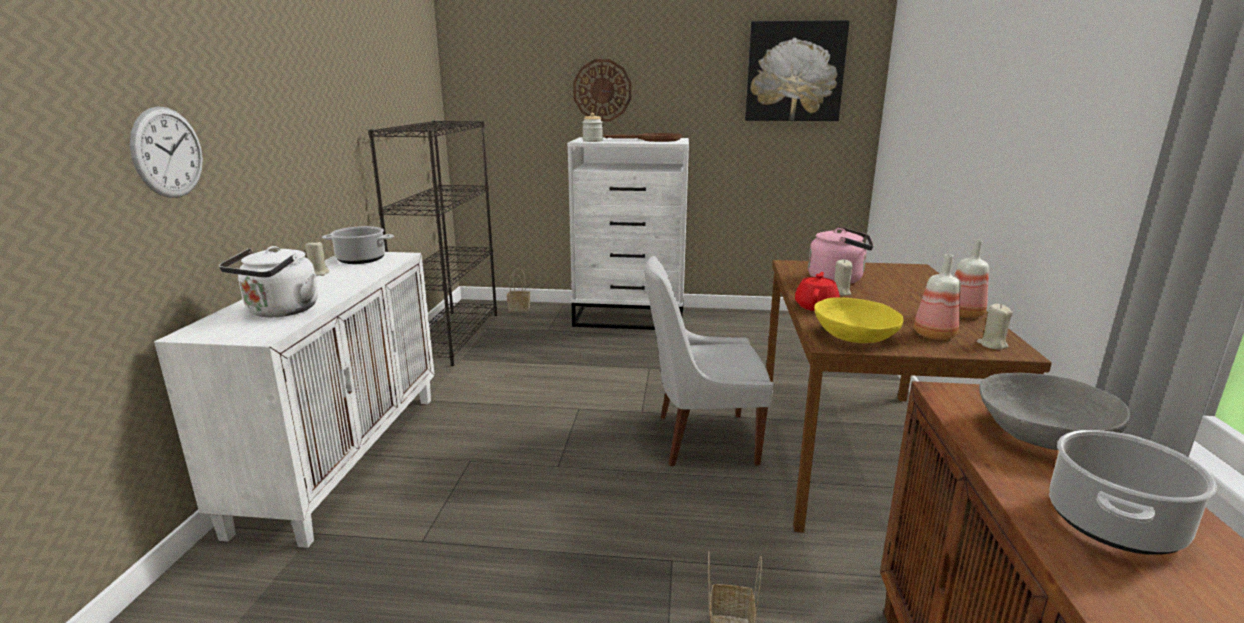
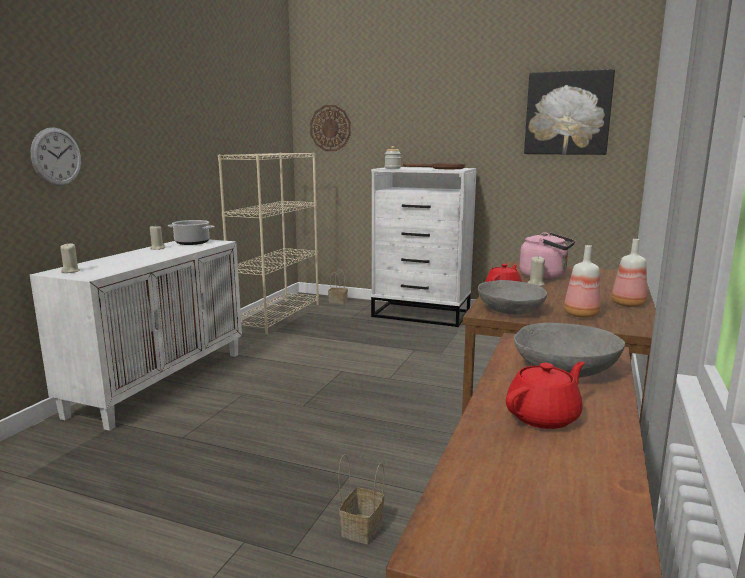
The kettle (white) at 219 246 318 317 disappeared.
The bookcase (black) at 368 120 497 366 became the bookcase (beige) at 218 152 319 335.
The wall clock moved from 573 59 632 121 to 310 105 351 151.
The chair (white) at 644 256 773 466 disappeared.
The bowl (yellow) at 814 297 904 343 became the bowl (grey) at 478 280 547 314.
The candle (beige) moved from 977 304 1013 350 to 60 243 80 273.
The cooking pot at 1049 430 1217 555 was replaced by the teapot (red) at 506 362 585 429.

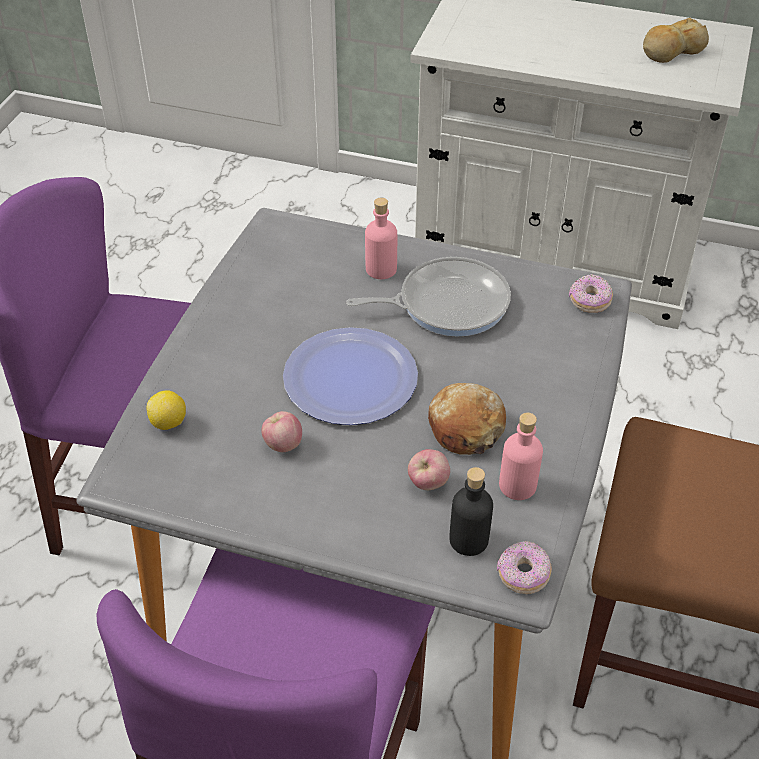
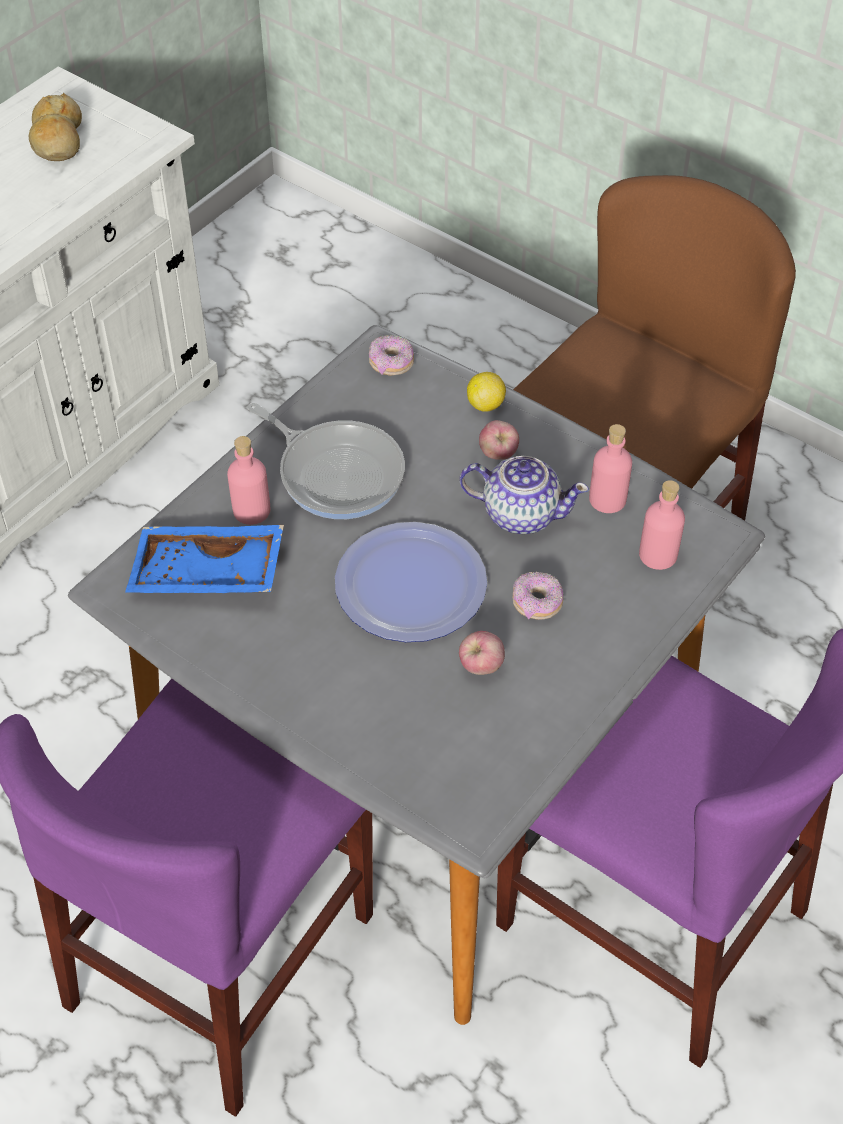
The lemon moved from 146 390 186 430 to 467 372 506 412.
The frying pan at 346 257 511 337 turned 120 degrees clockwise.
The apple moved from 408 449 450 490 to 479 420 519 460.
The bread at 428 383 506 455 was replaced by the teapot at 460 456 589 534.
The bottle (black) at 449 467 493 556 became the bottle (pink) at 639 480 685 570.
The donut moved from 497 541 552 594 to 512 572 563 620.
The tray (blue) at 125 525 284 593 appeared.

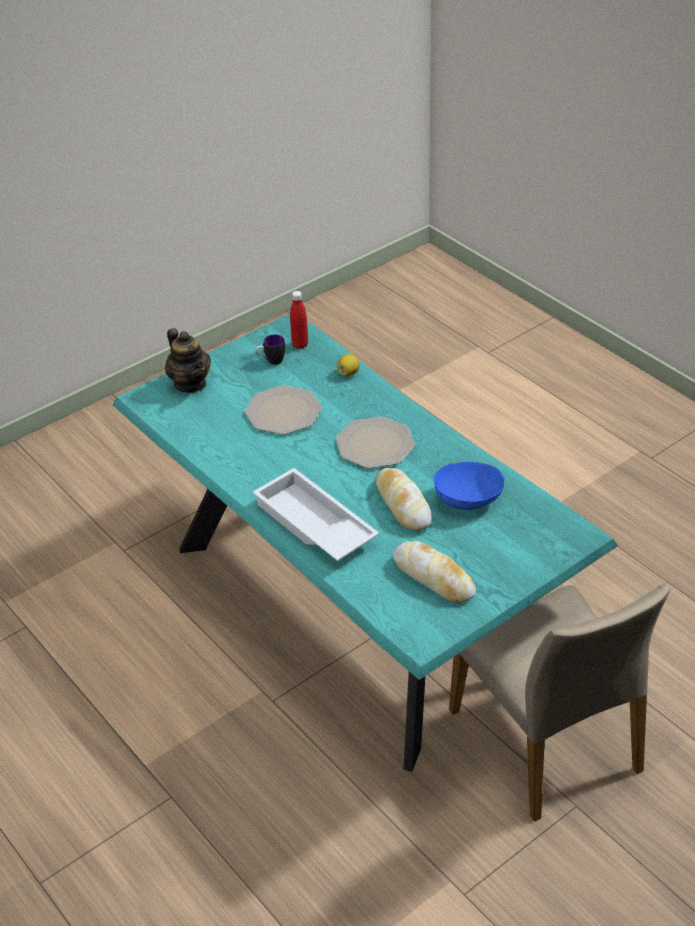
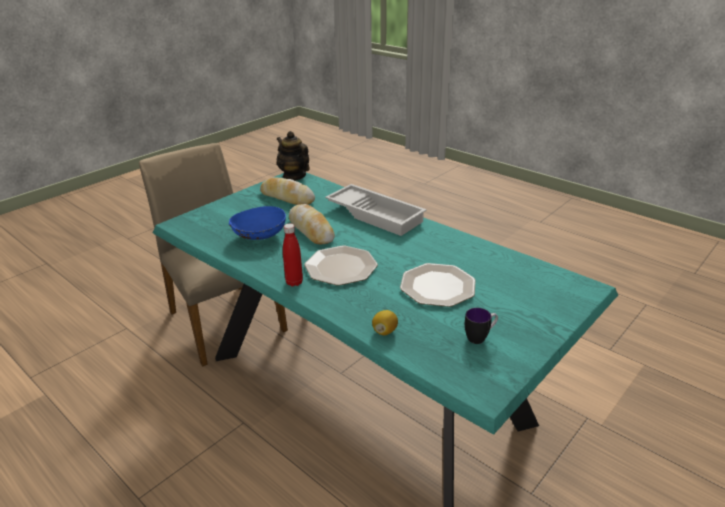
The teapot moved from 165 328 211 393 to 277 131 310 181.
The bottle (red) moved from 290 291 308 349 to 283 224 303 287.

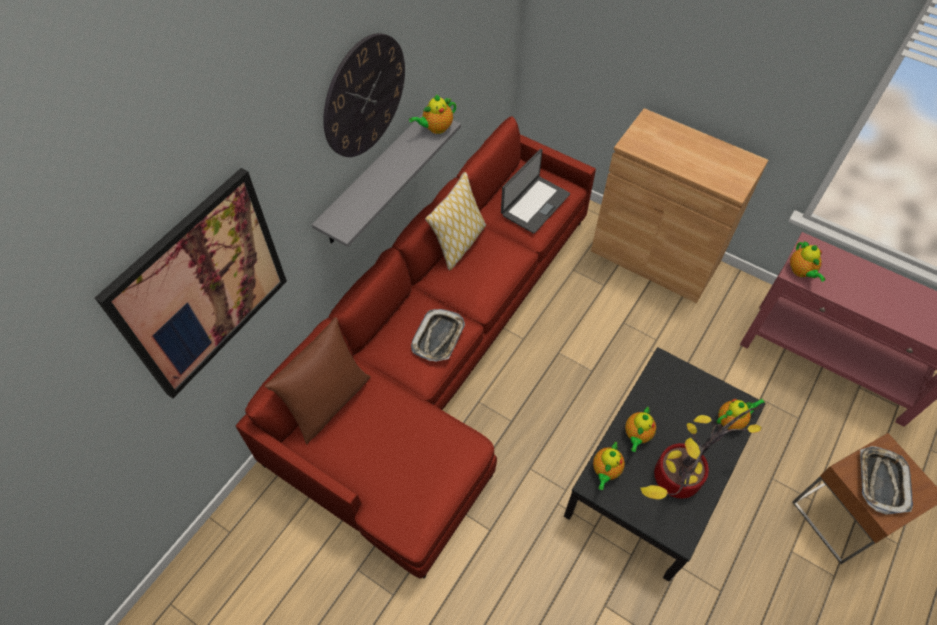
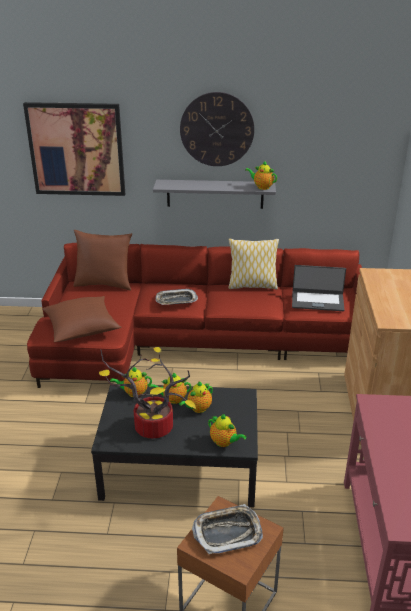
The teapot moved from 790 241 825 281 to 179 381 213 413.
The pillow (brown) at 42 296 122 342 appeared.

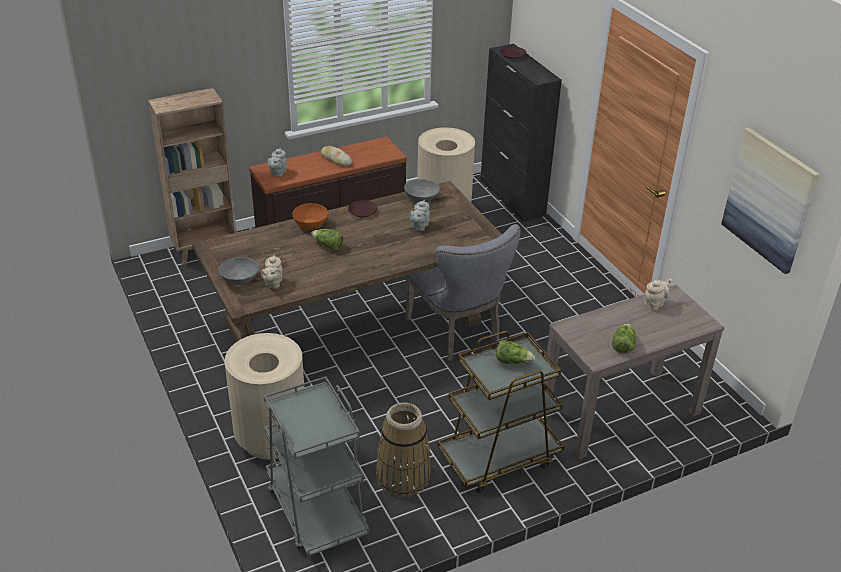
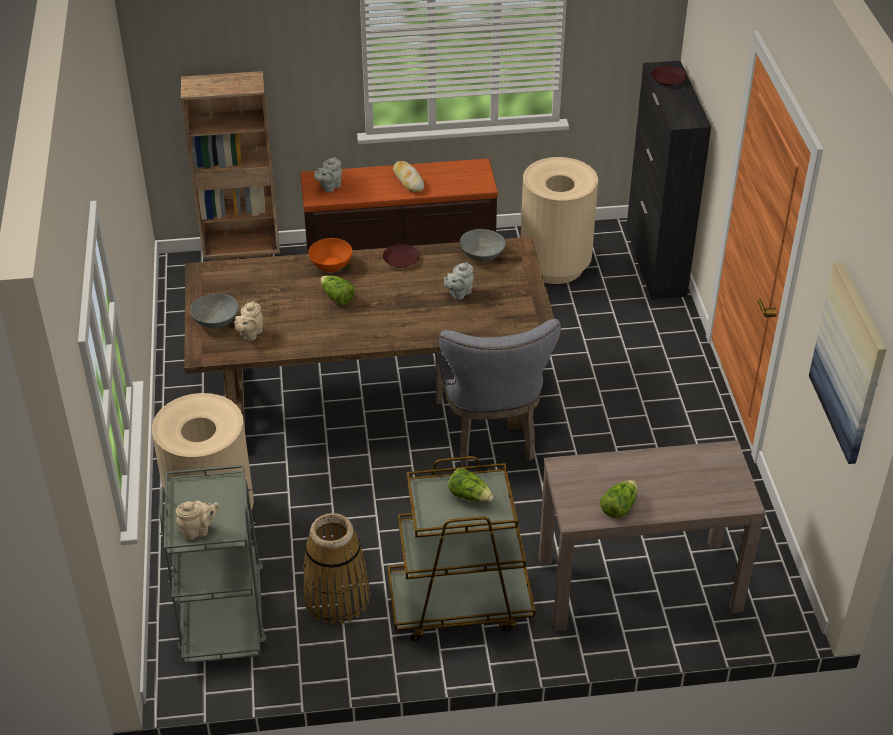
The teapot (beige) moved from 644 279 672 310 to 176 501 220 540.

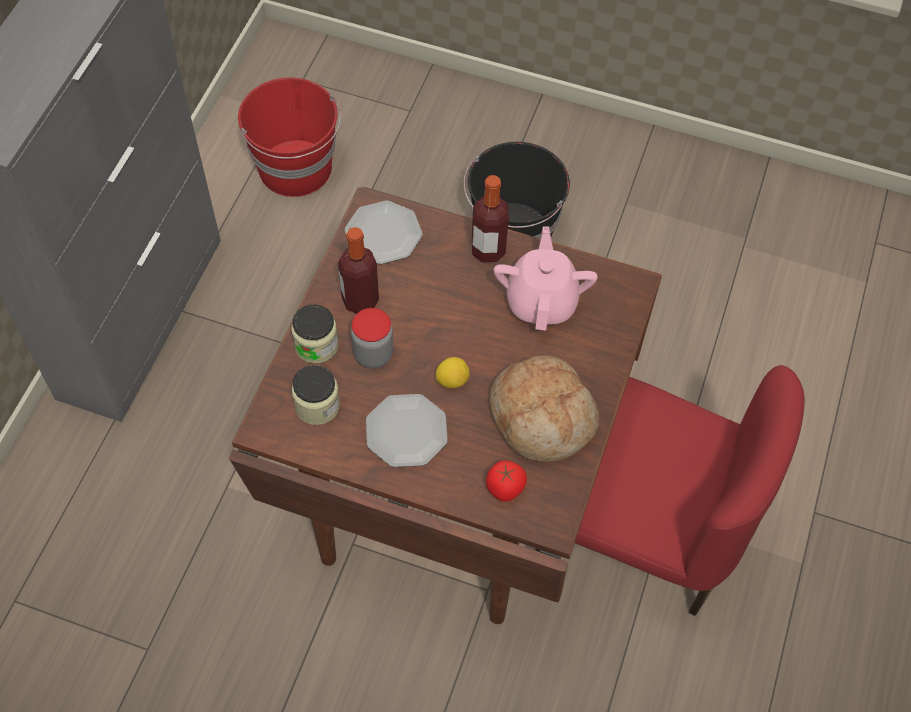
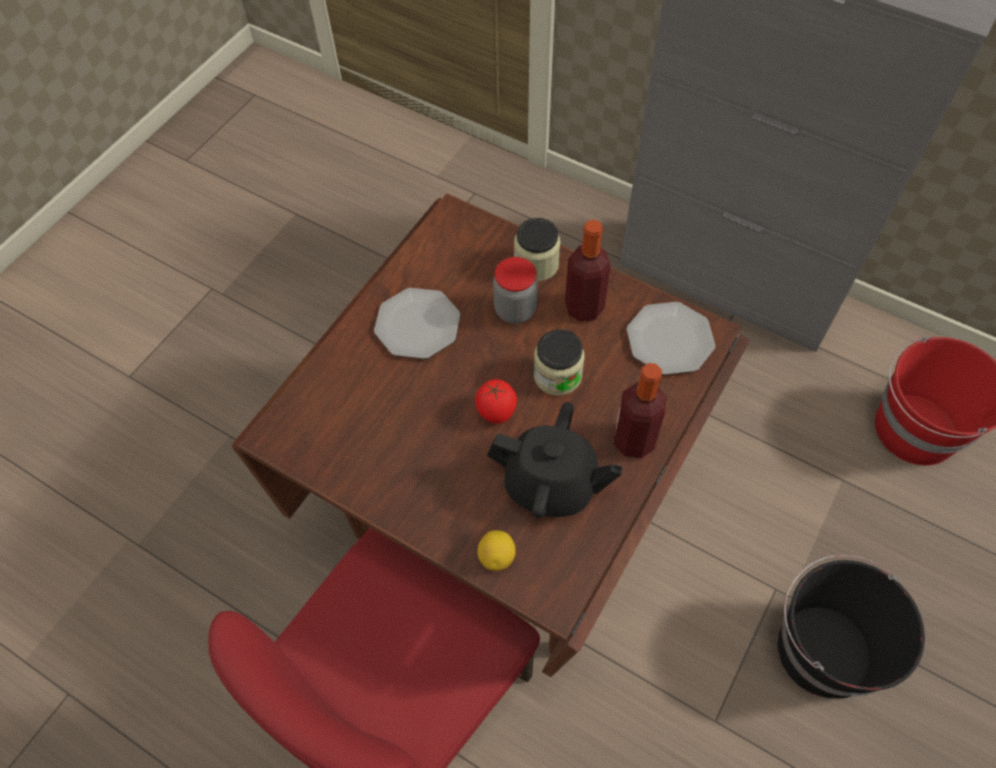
The jar moved from 292 365 340 425 to 534 329 585 396.
The lemon moved from 436 357 470 388 to 477 530 516 571.
The tomato moved from 486 460 527 502 to 476 379 517 424.
The bread at 489 356 599 462 disappeared.
The teapot (pink) at 494 226 598 330 became the teapot (black) at 487 402 623 518.

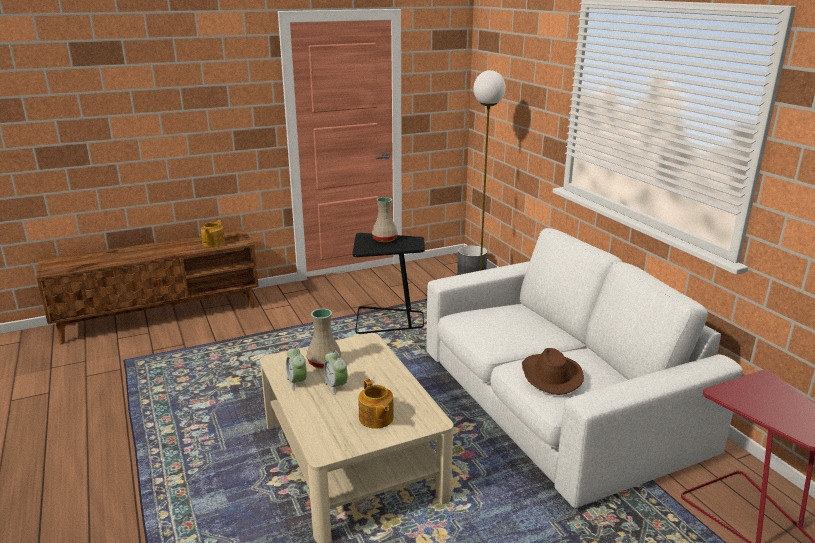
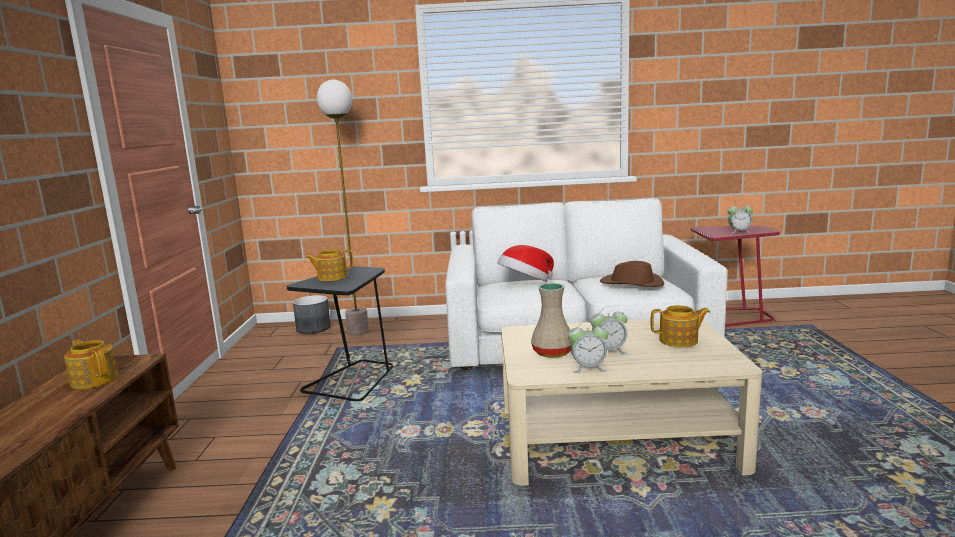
The vase (beige) at 372 197 398 242 was replaced by the teapot at 305 249 354 281.
The hat at 498 245 554 282 appeared.
The alarm clock at 727 202 753 233 appeared.

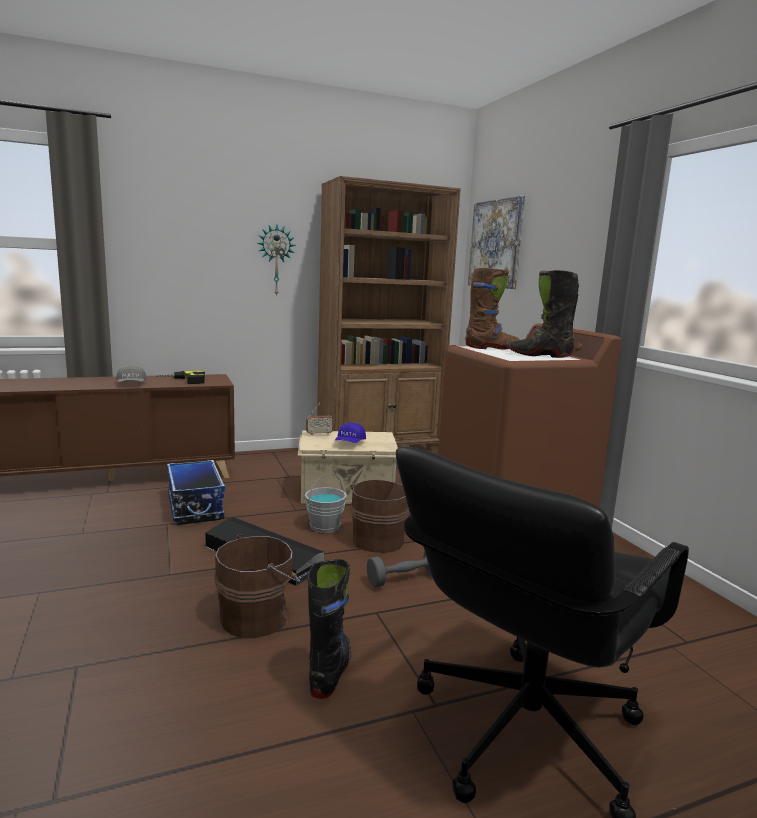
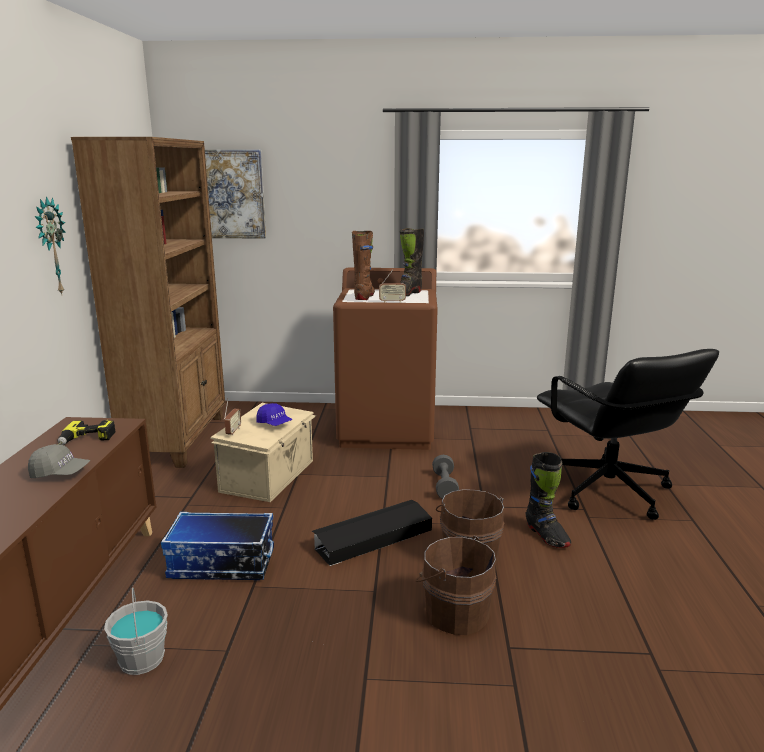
The bucket (grey) moved from 305 474 347 533 to 104 587 168 675.
The boot (black) at 308 559 352 699 turned 150 degrees counterclockwise.
The bucket (brown) moved from 350 480 409 553 to 416 536 496 635.
The radio at 379 270 406 303 appeared.

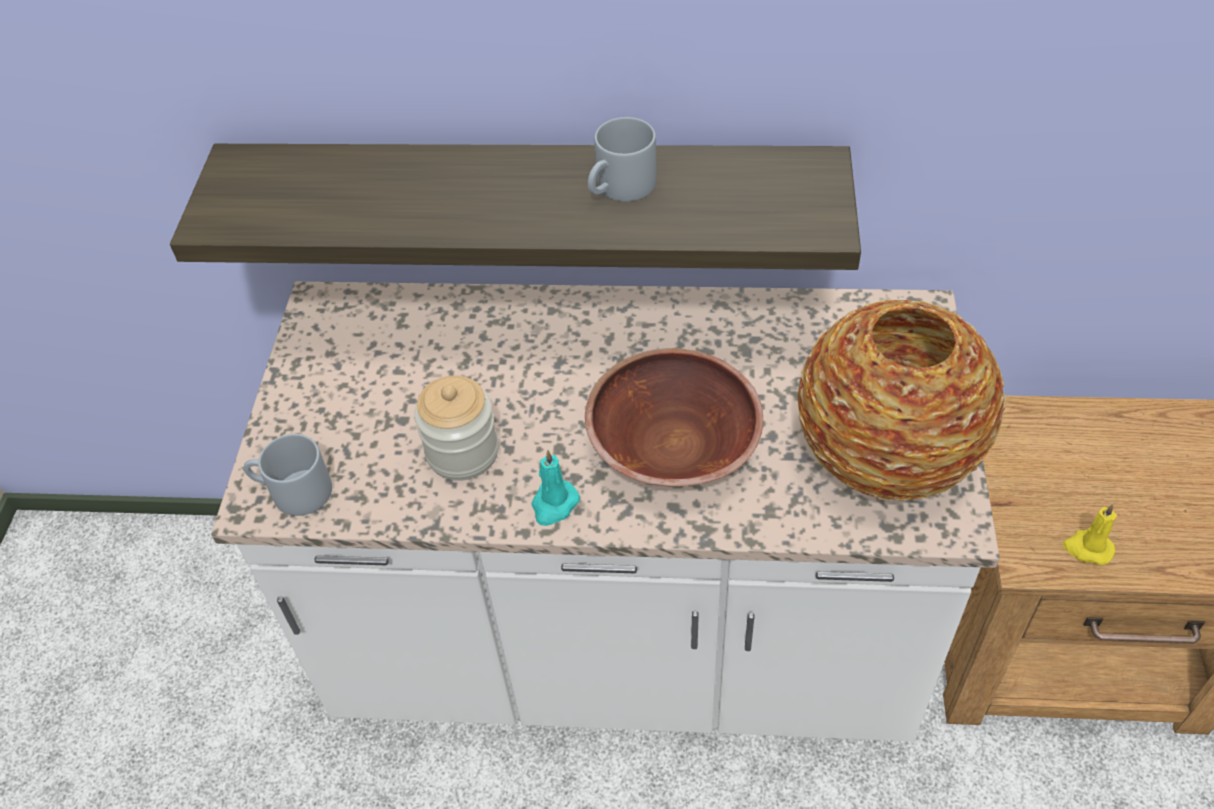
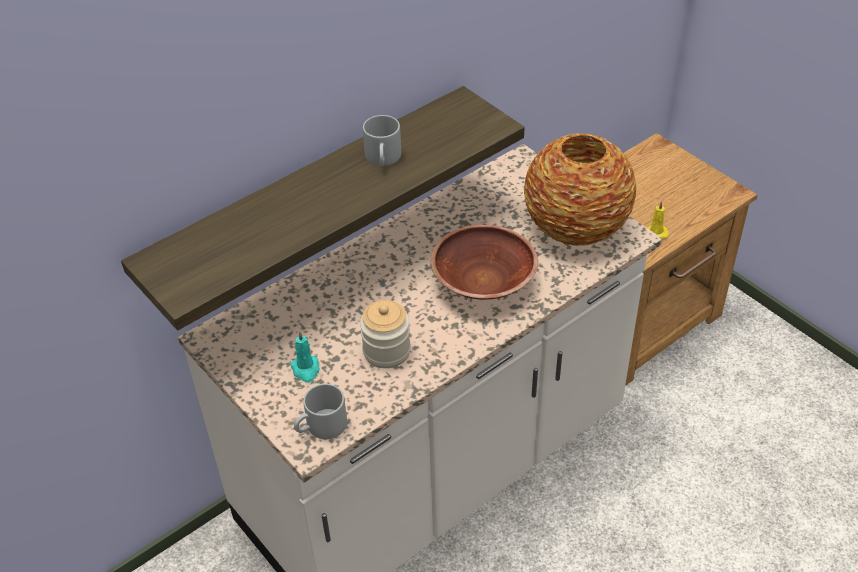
The candle (turquoise) moved from 531 450 580 526 to 290 331 319 382.

